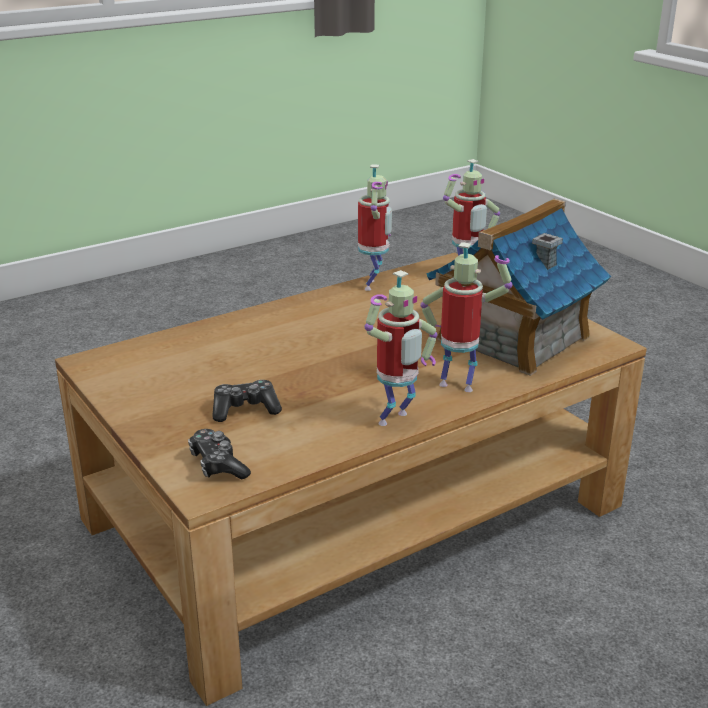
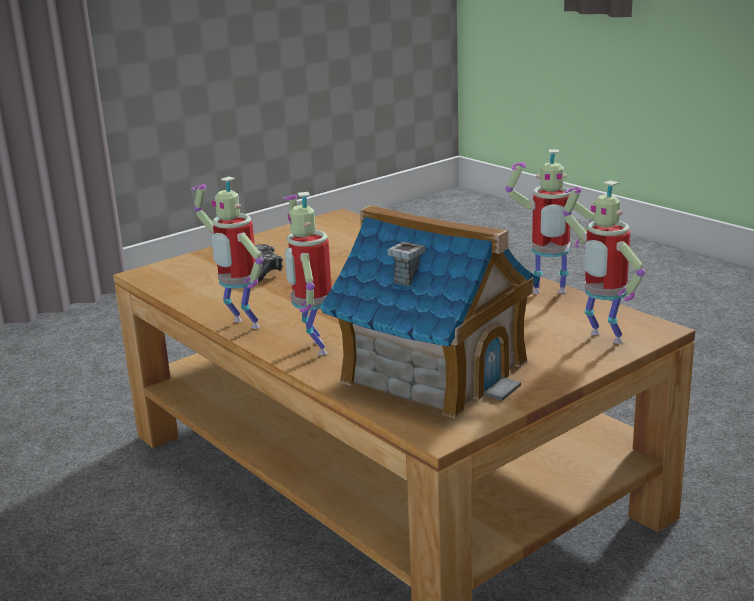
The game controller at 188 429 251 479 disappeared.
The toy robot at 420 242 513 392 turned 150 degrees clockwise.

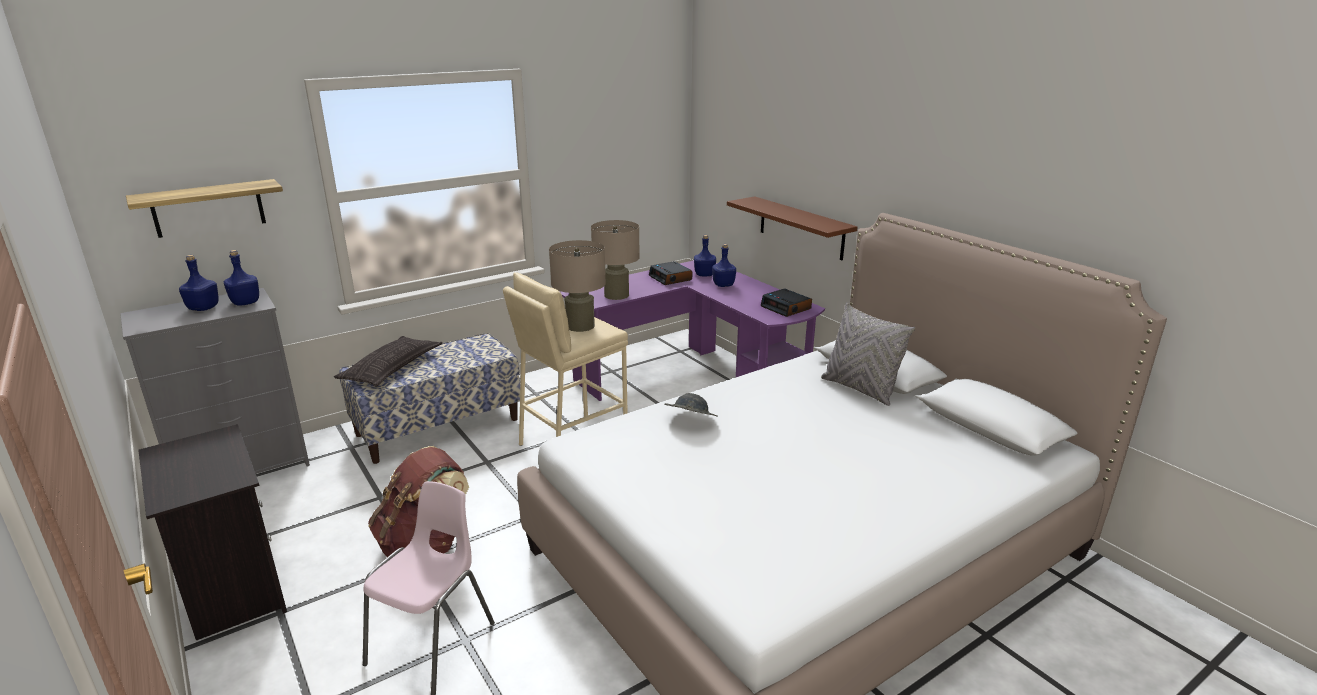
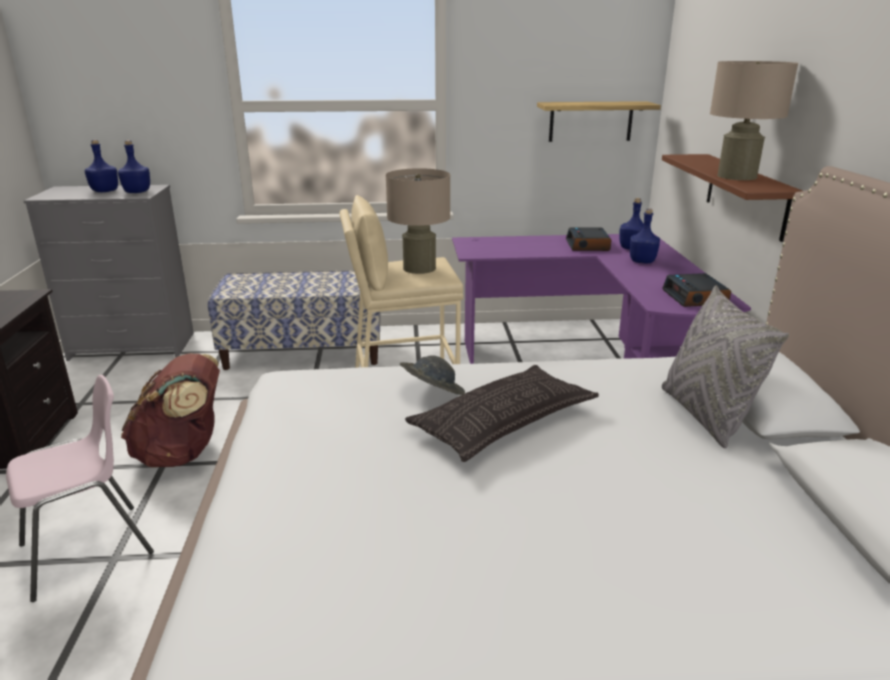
The shelf moved from 126 179 283 238 to 537 101 661 142.
The pillow moved from 334 336 442 387 to 405 365 599 462.
The table lamp (beige) moved from 591 220 640 300 to 710 61 798 180.

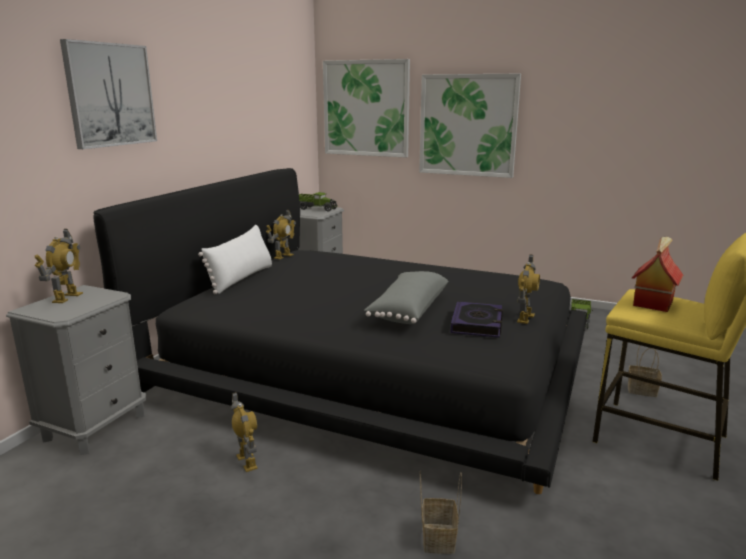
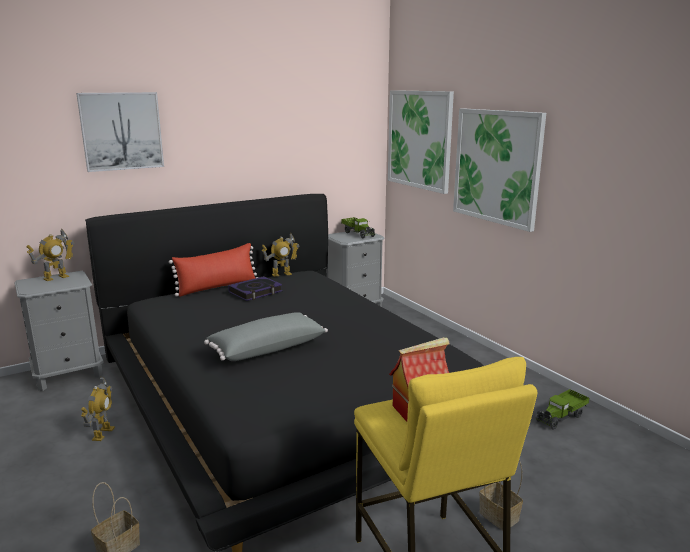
The pillow (white) at 198 225 272 294 became the pillow (red) at 169 243 258 297.
The book moved from 450 301 503 338 to 228 276 283 301.
The toy robot at 517 254 540 324 disappeared.

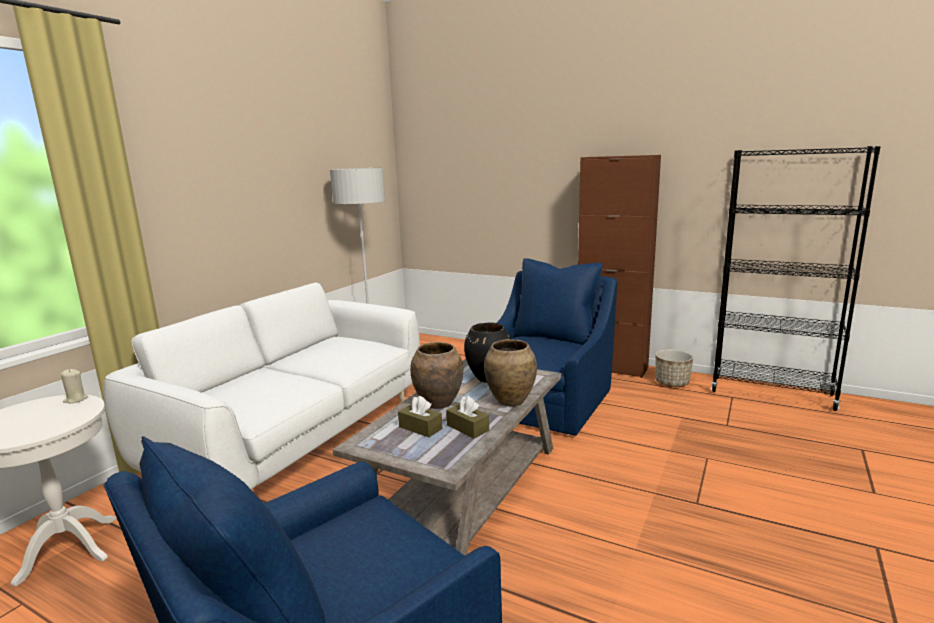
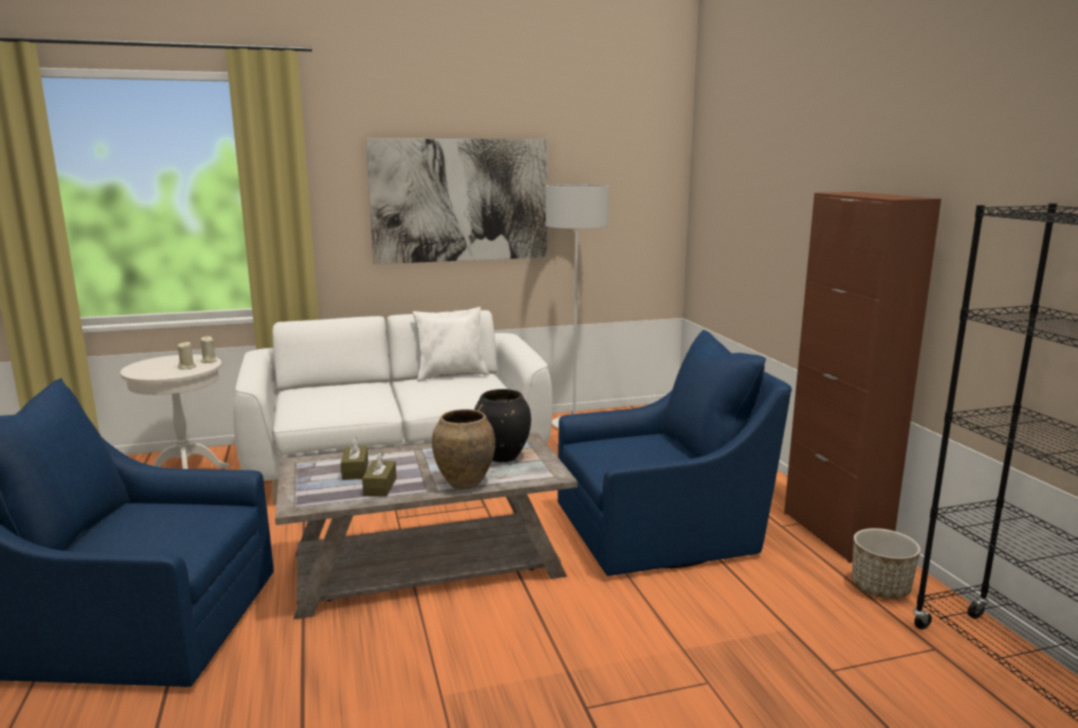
The vase (brown) at 410 342 463 409 disappeared.
The candle (beige) at 177 342 196 369 appeared.
The picture at 366 139 548 264 appeared.
The pillow (white) at 412 307 489 382 appeared.

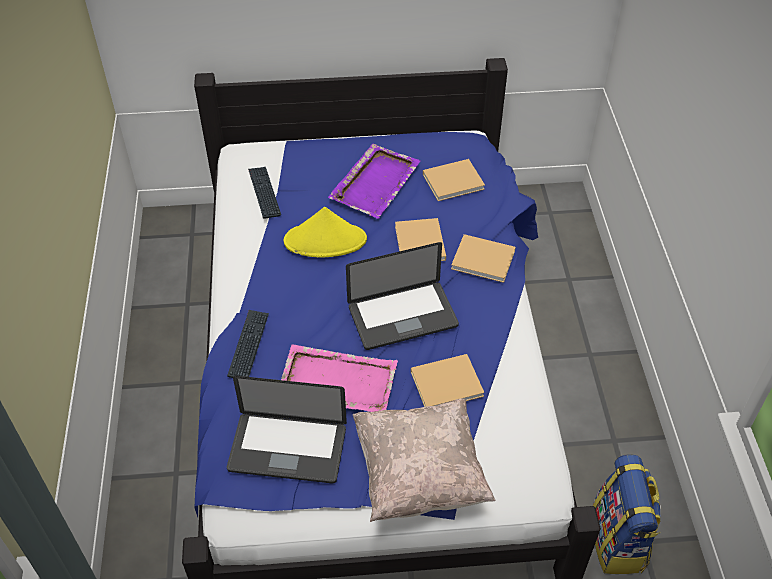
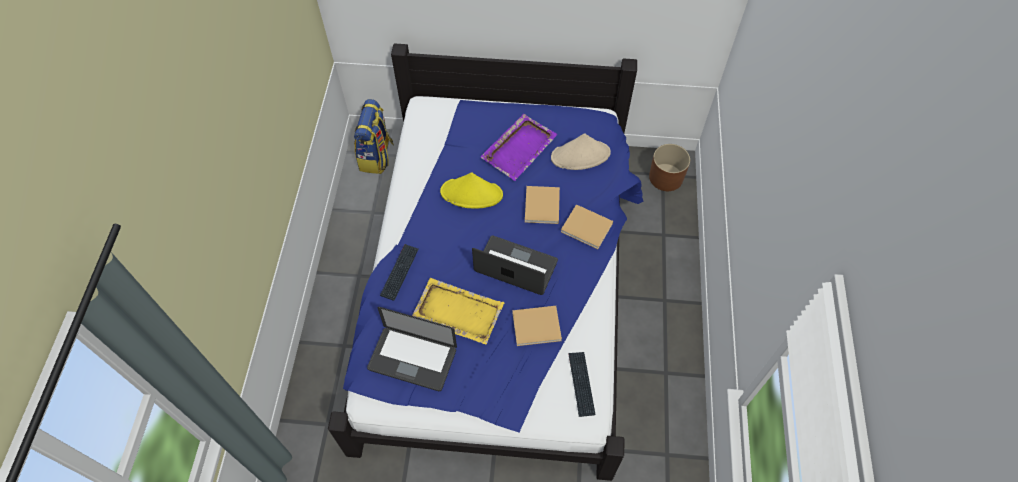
The keyboard moved from 248 167 281 219 to 568 352 596 417.
The tray (pink) at 281 344 398 412 became the tray (yellow) at 412 278 505 344.
The laptop at 346 242 459 350 turned 150 degrees counterclockwise.
The pillow (beige) at 353 398 496 522 disappeared.
The book (beige) at 423 159 485 201 was replaced by the hat (beige) at 551 133 611 170.
The backpack moved from 593 454 661 574 to 354 99 394 174.
The planter (brown) at 649 144 690 191 appeared.

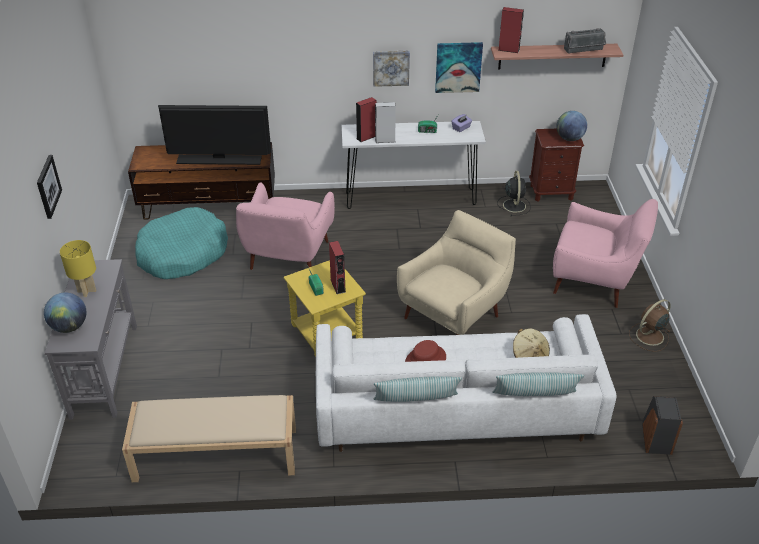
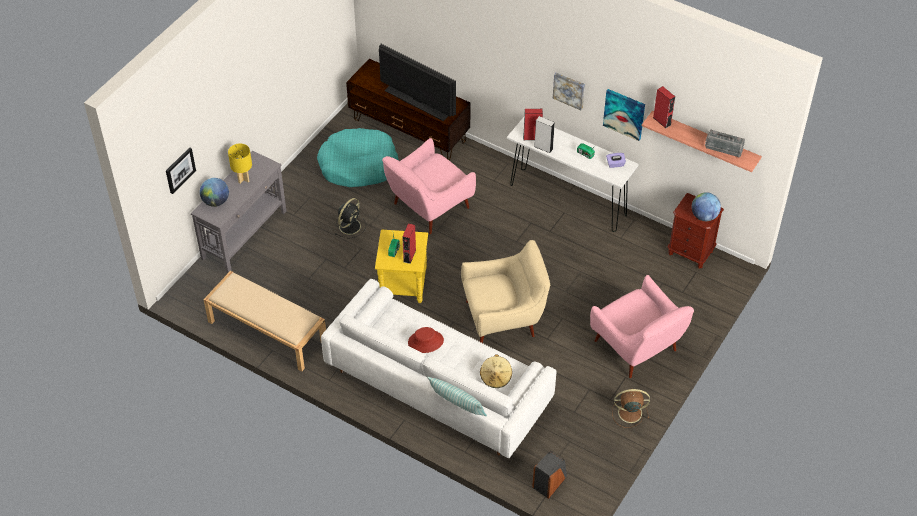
The picture moved from 37 155 62 219 to 166 147 196 194.
The pillow at 373 376 462 402 disappeared.
The fan (black) moved from 497 171 531 216 to 335 198 366 239.

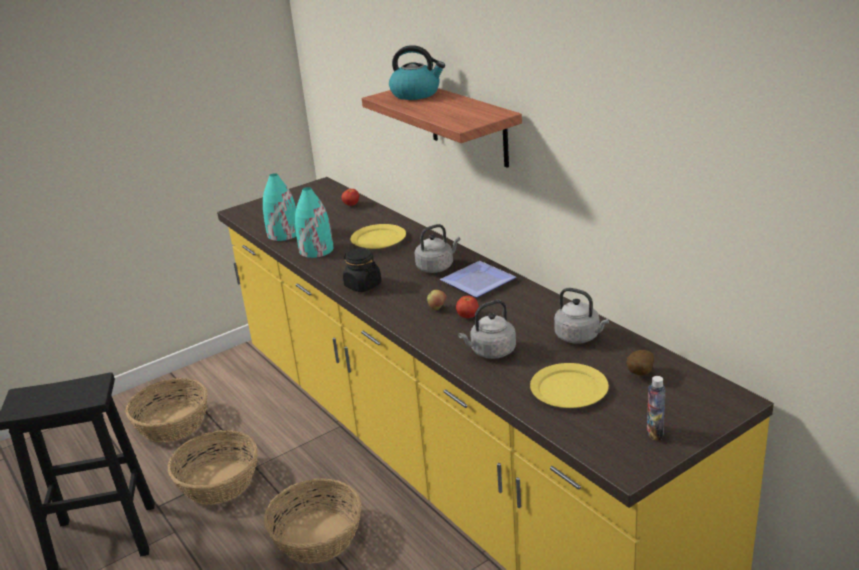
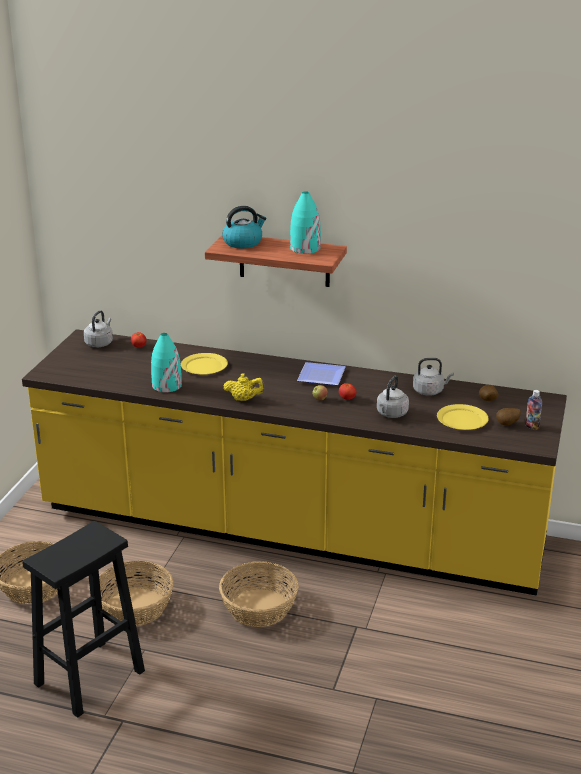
The vase (turquoise) moved from 263 173 296 241 to 290 191 321 254.
The jar (black) at 343 248 381 292 was replaced by the teapot (yellow) at 223 373 265 401.
The kettle (grey) moved from 415 224 460 273 to 84 310 113 347.
The potato at 496 408 521 425 appeared.

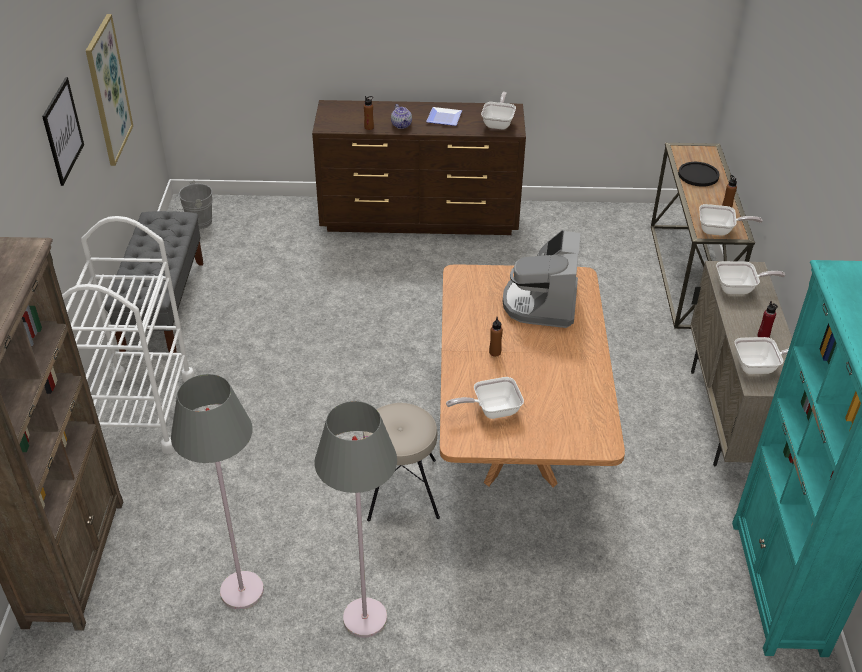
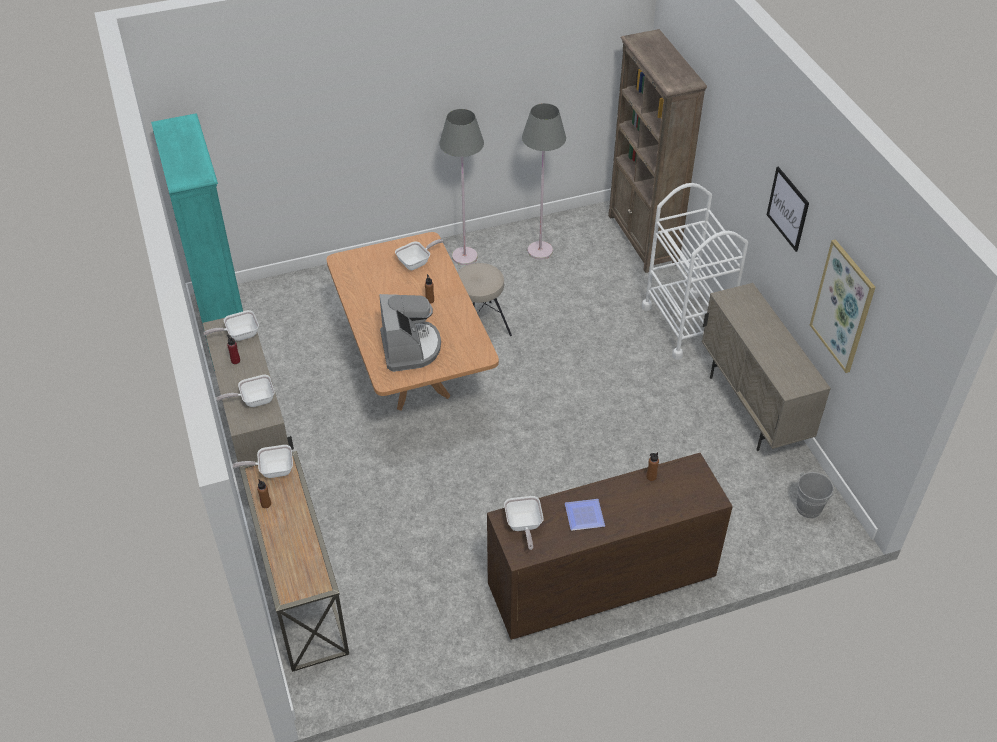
The bench (grey) at 105 211 204 353 was replaced by the cabinet (beige) at 702 283 831 451.
The teapot at 391 104 412 129 disappeared.
The plate (black) at 678 162 719 187 disappeared.

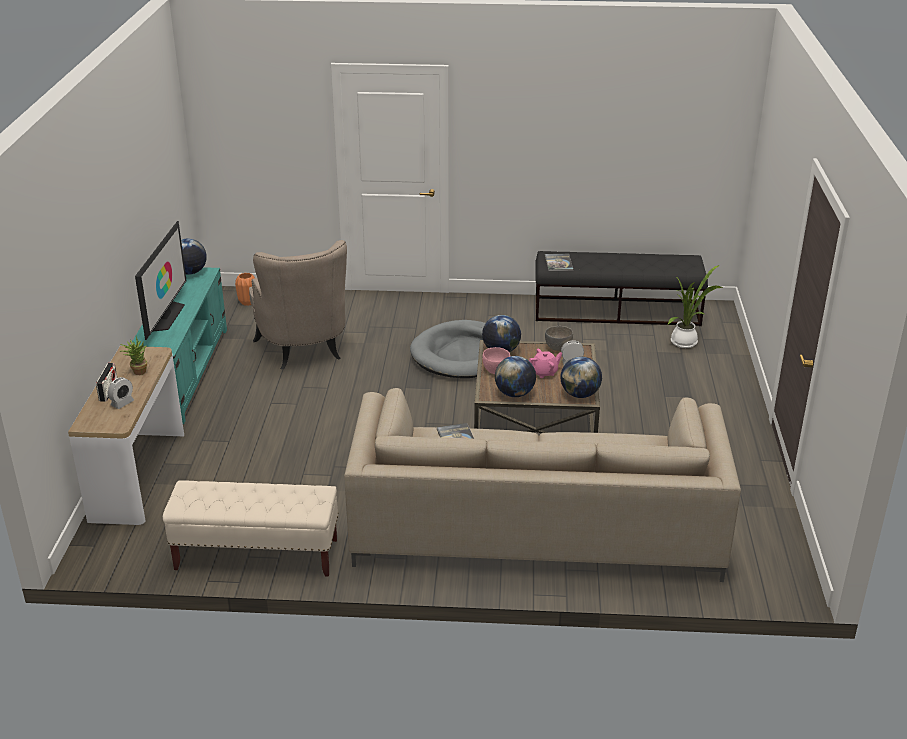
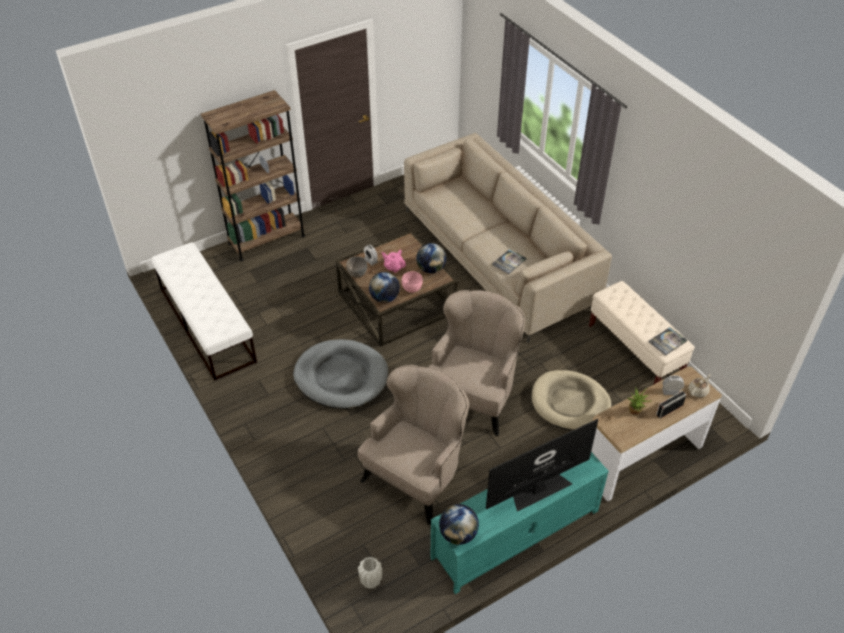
The vase (orange) at 235 273 255 306 became the vase (white) at 358 557 382 589.
The bench (black) at 536 251 708 326 became the bench (white) at 151 242 257 381.
The book moved from 545 254 573 271 to 649 327 688 356.
The globe at 560 357 602 398 disappeared.
The potted plant at 667 265 722 348 disappeared.
The bookcase (brown) at 201 90 305 261 appeared.
The armchair (beige) at 429 290 525 436 appeared.
The dog bed (beige) at 532 370 612 431 appeared.
The teapot (beige) at 689 374 711 397 appeared.

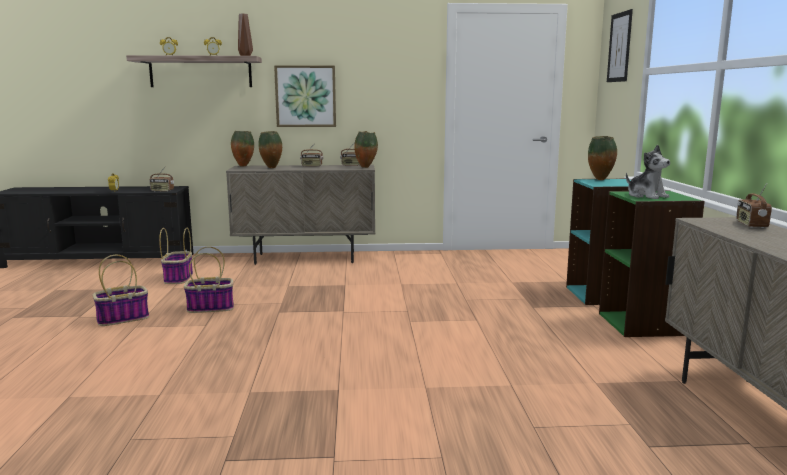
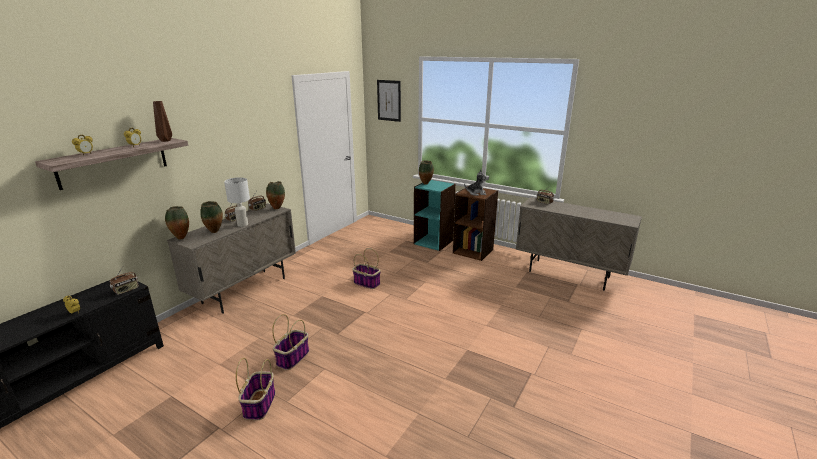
The basket moved from 159 228 193 284 to 352 248 381 289.
The picture at 274 65 336 127 disappeared.
The bookcase (green) at 599 190 705 337 became the bookcase (brown) at 453 186 498 261.
The table lamp (white) at 224 177 250 227 appeared.

